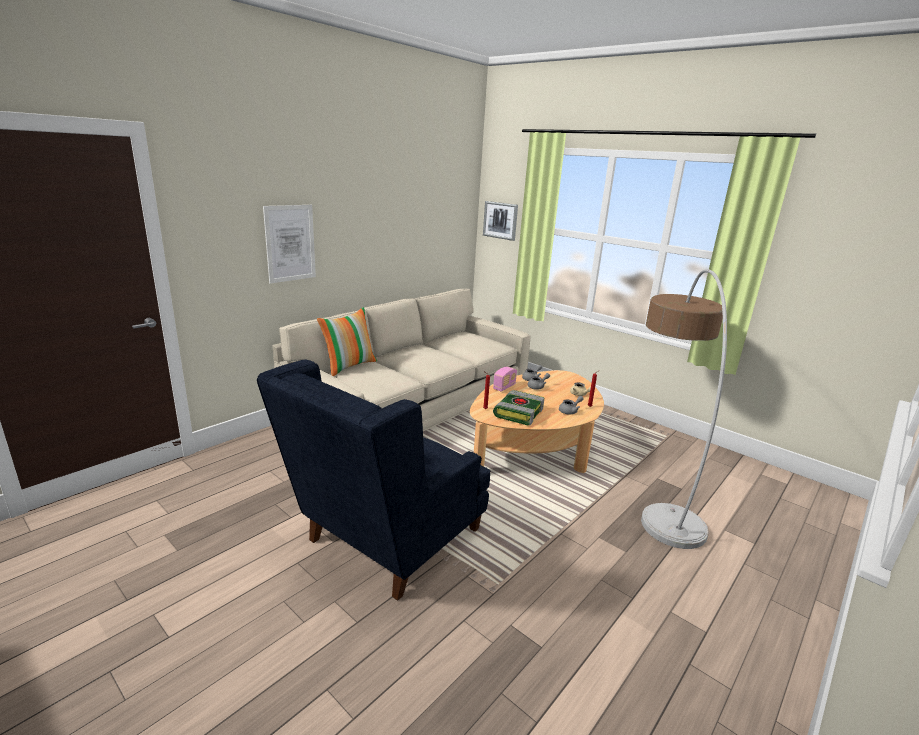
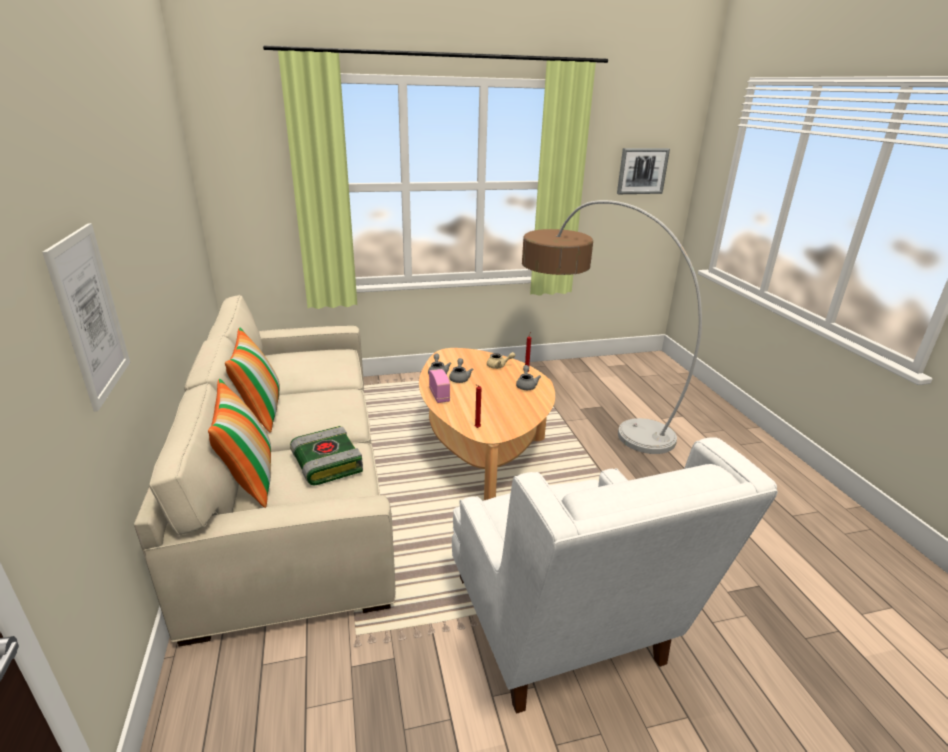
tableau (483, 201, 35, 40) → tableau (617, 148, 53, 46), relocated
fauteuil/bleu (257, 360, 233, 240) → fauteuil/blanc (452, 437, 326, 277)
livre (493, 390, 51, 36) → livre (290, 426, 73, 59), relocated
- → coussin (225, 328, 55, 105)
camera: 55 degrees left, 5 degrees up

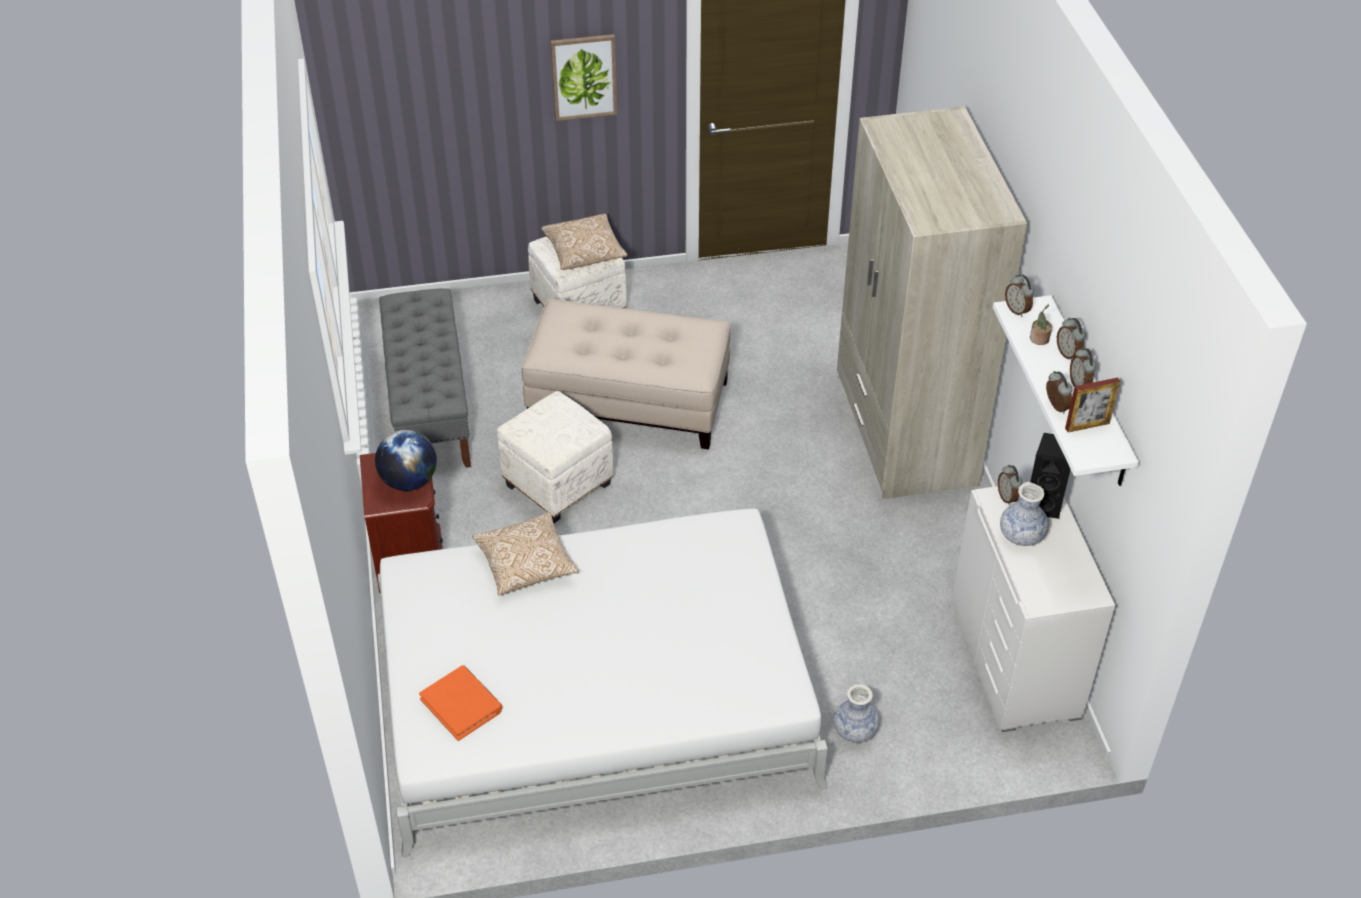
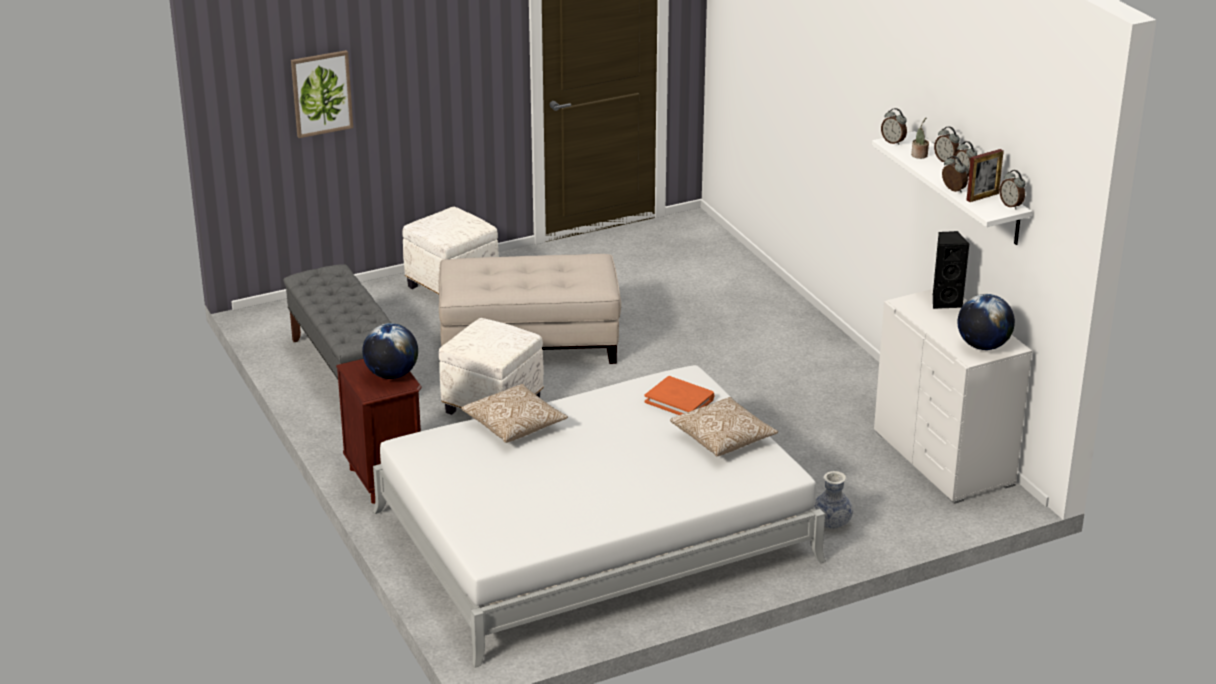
tableau (551, 34, 66, 87) → tableau (291, 50, 62, 88), relocated
armoire/beige (837, 106, 191, 393) → -
coussin (541, 214, 87, 56) → coussin (670, 397, 108, 59), relocated
réveil (998, 465, 24, 41) → réveil (999, 170, 27, 40), relocated
vase (1000, 482, 49, 64) → -
livre/orange (419, 665, 84, 76) → livre/orange (644, 376, 70, 39), relocated
- → globe (958, 294, 57, 56)
camera: 15 degrees left, 15 degrees down

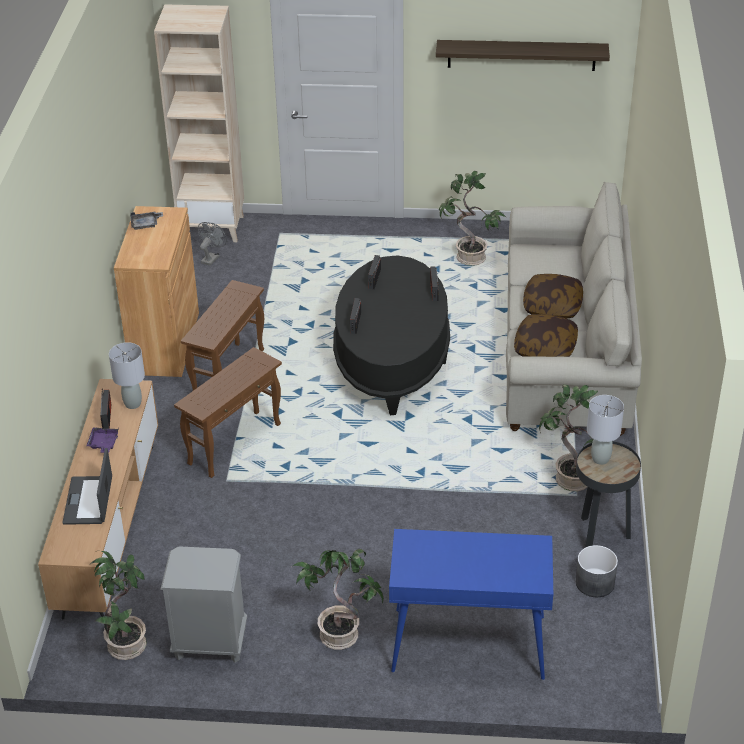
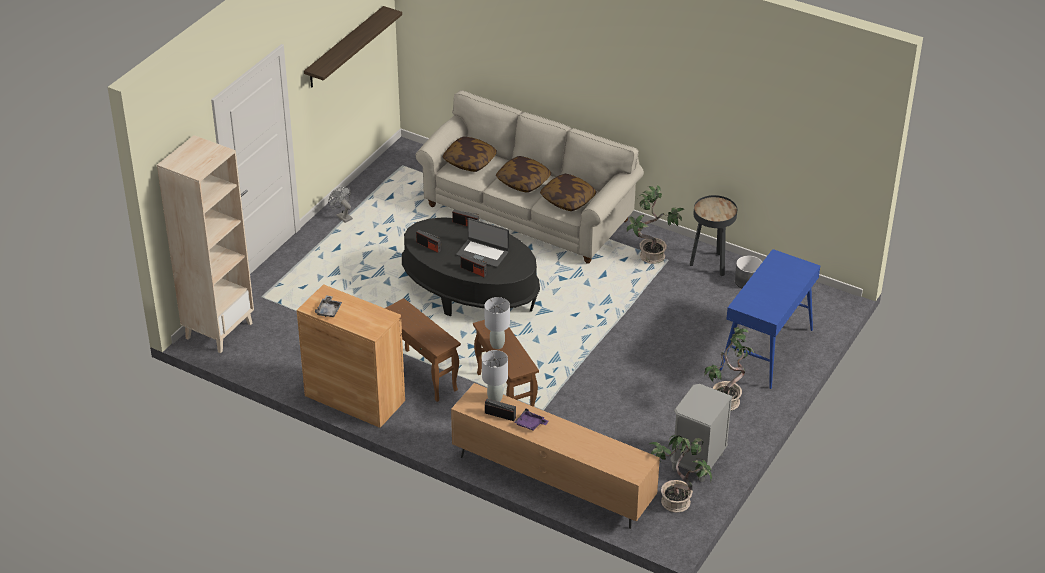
plante en pot (439, 171, 67, 95) → -
ventilateur/gris (197, 222, 30, 44) → ventilateur/gris (328, 186, 25, 37), relocated
lampe de table/gris (587, 395, 37, 70) → lampe de table/gris (484, 297, 26, 52), relocated
ordinateur portable (62, 448, 50, 77) → ordinateur portable (456, 218, 53, 50), relocated
- → coussin (443, 136, 54, 36)
camera: 65 degrees left, 0 degrees up

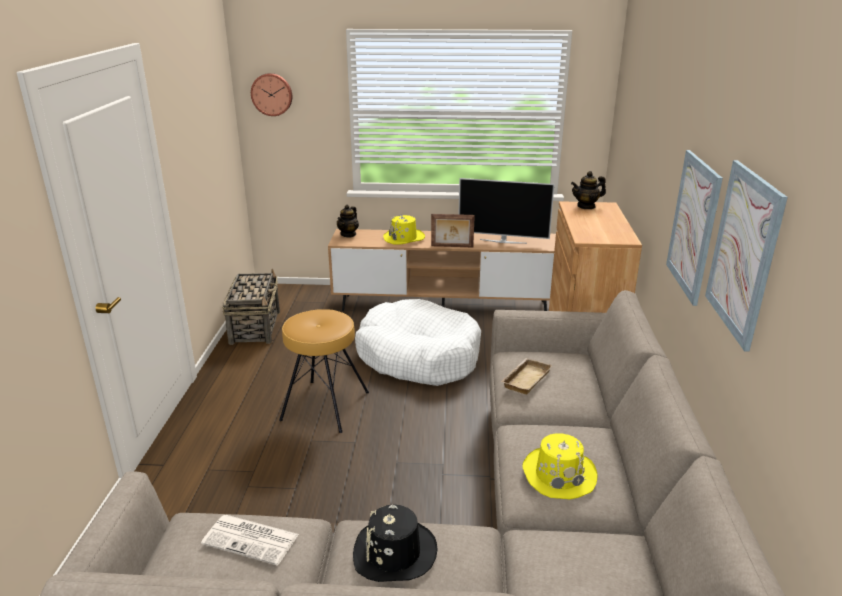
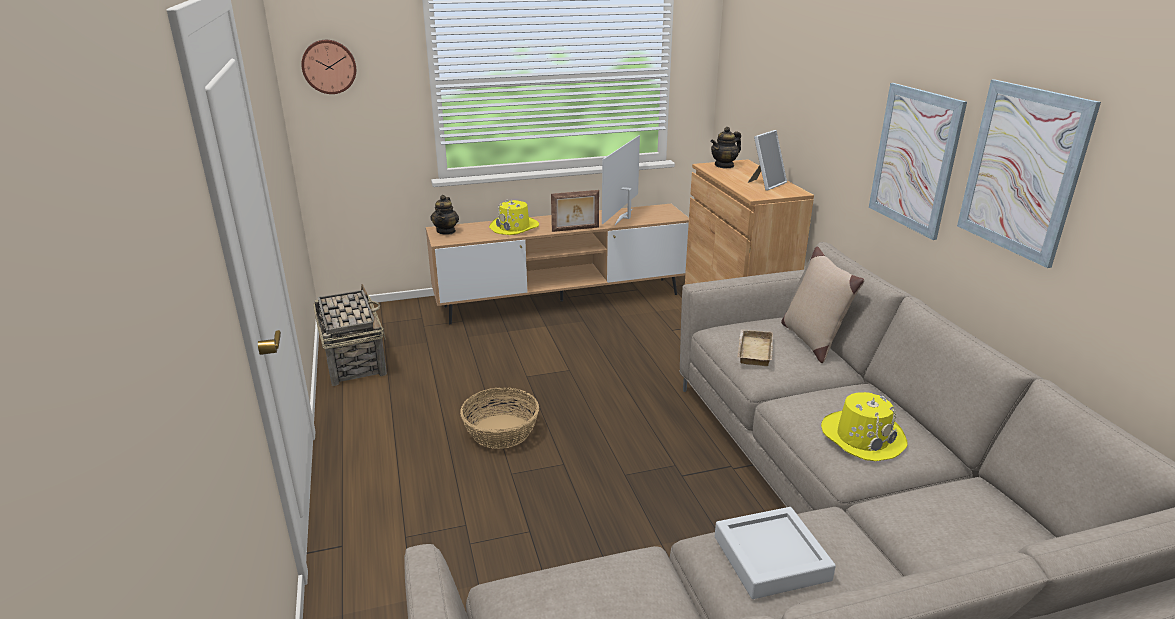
téléviseur (459, 178, 96, 66) → téléviseur (602, 135, 38, 90), 120 degrees clockwise
panier pour chien/blanc (355, 299, 126, 87) → -
tabouret/marron (279, 309, 90, 124) → panier (460, 387, 79, 62)
chapeau/noir (353, 505, 85, 77) → plateau/gris (715, 507, 121, 92)
journal (201, 515, 98, 50) → -
- → cadre photo (748, 130, 39, 61)
- → coussin/beige (781, 246, 84, 117)
camera: 20 degrees left, 0 degrees up

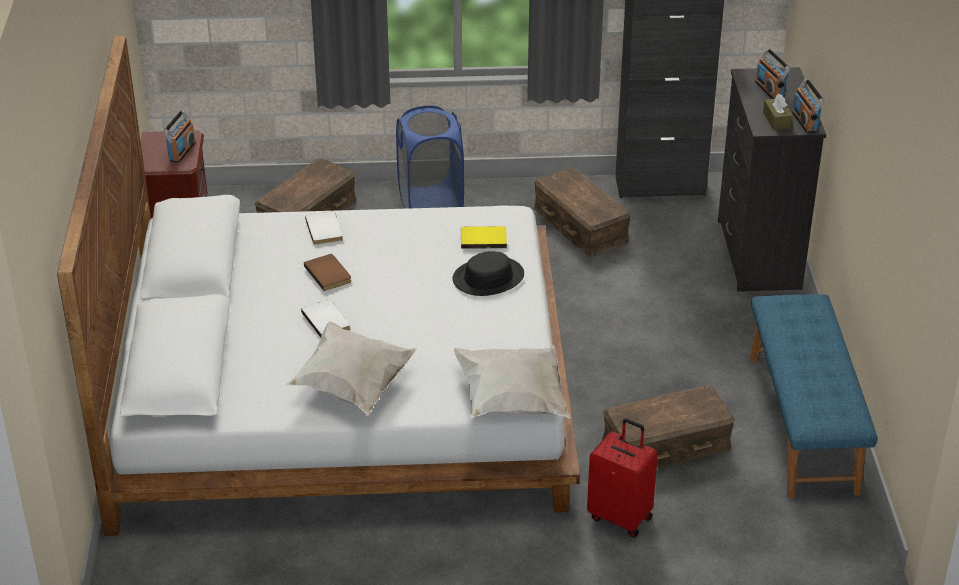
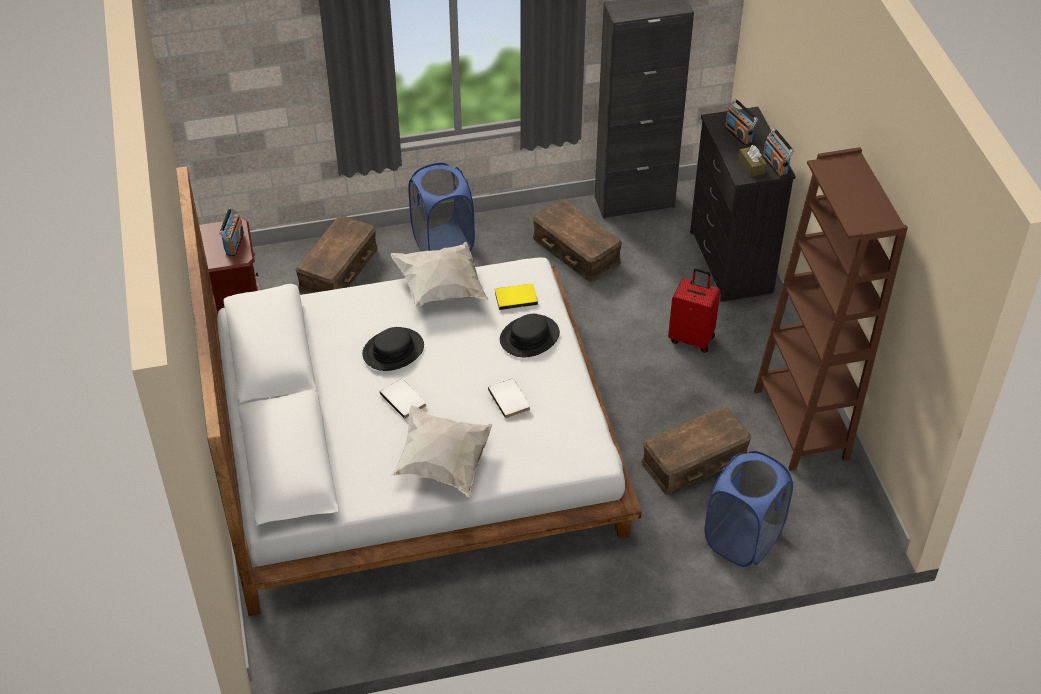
livre/blanc (305, 212, 38, 33) → livre/blanc (488, 379, 42, 40), relocated
livre/marron (304, 254, 47, 37) → chapeau/noir (362, 327, 62, 44)
banc/bleu (750, 294, 128, 204) → bibliothèque/marron (754, 147, 154, 324)
coussin/blanc (454, 346, 117, 72) → coussin/blanc (391, 242, 98, 67), relocated
valise/rouge (587, 418, 71, 120) → valise/rouge (668, 268, 52, 85), relocated
- → panier à linge/bleu (704, 451, 89, 116)
camera: 10 degrees left, 10 degrees up

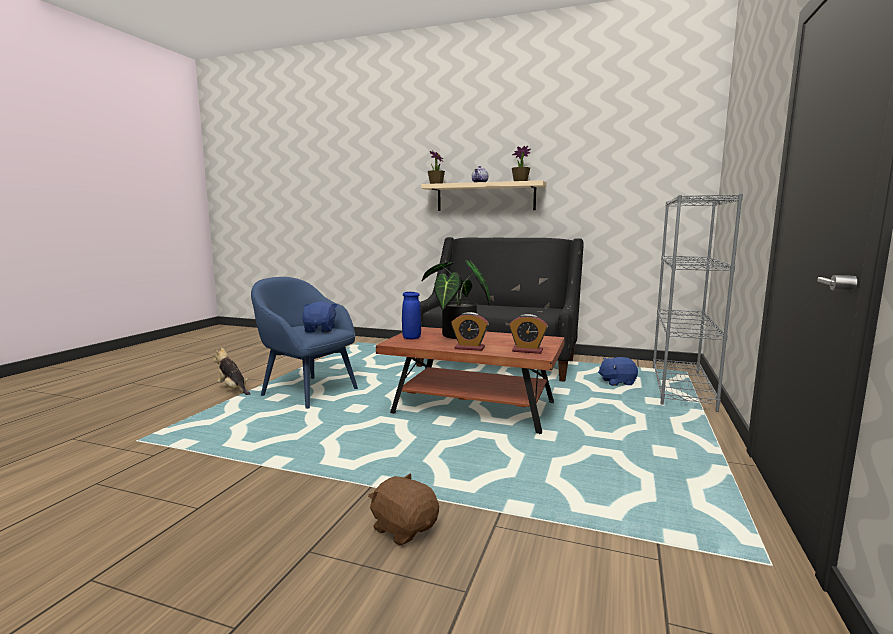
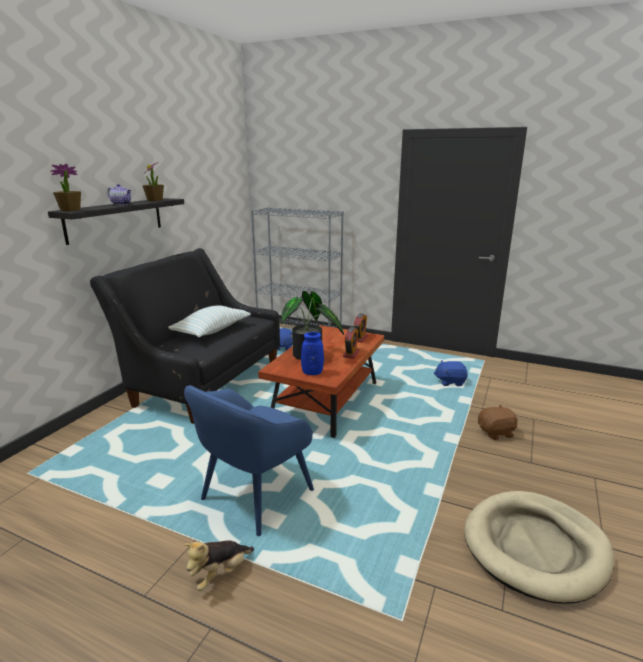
étagère/beige (421, 180, 126, 31) → étagère/noir (48, 198, 136, 47)
peluche/bleu (302, 301, 36, 32) → peluche/bleu (434, 360, 34, 26), relocated
peluche/marron (368, 473, 71, 73) → peluche/marron (478, 405, 40, 35), 150 degrees counterclockwise
- → coussin (168, 305, 83, 32)
- → panier pour chien/beige (464, 491, 150, 113)
camera: 85 degrees left, 10 degrees up

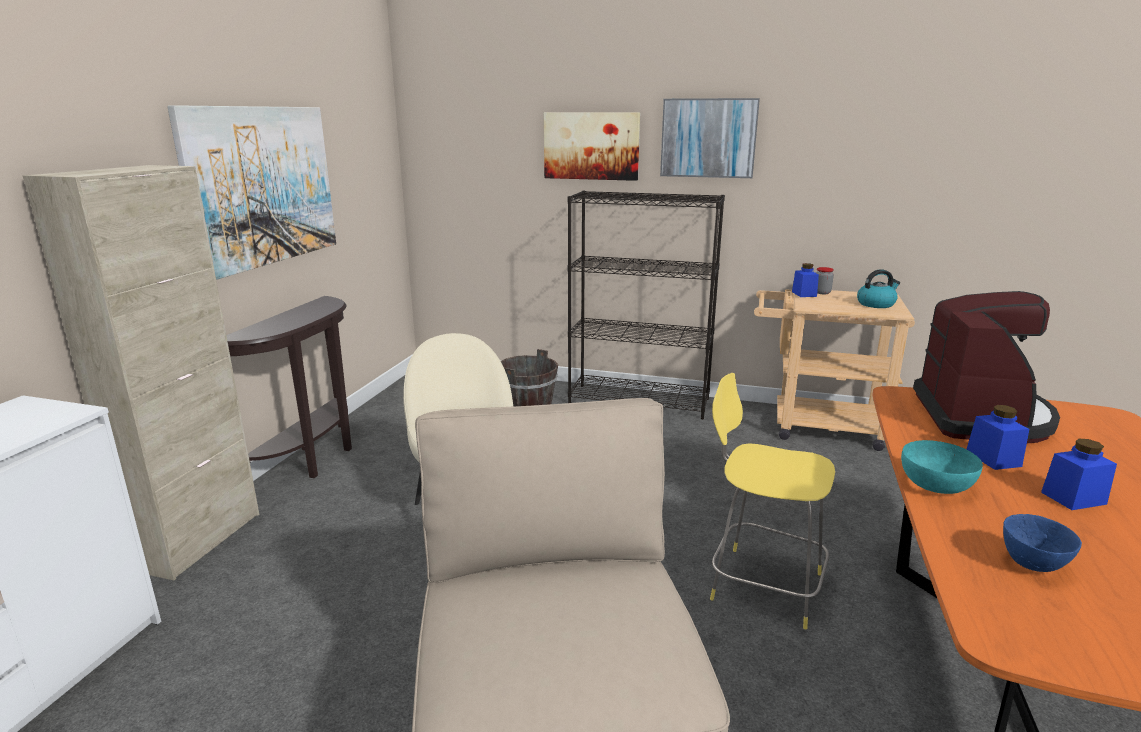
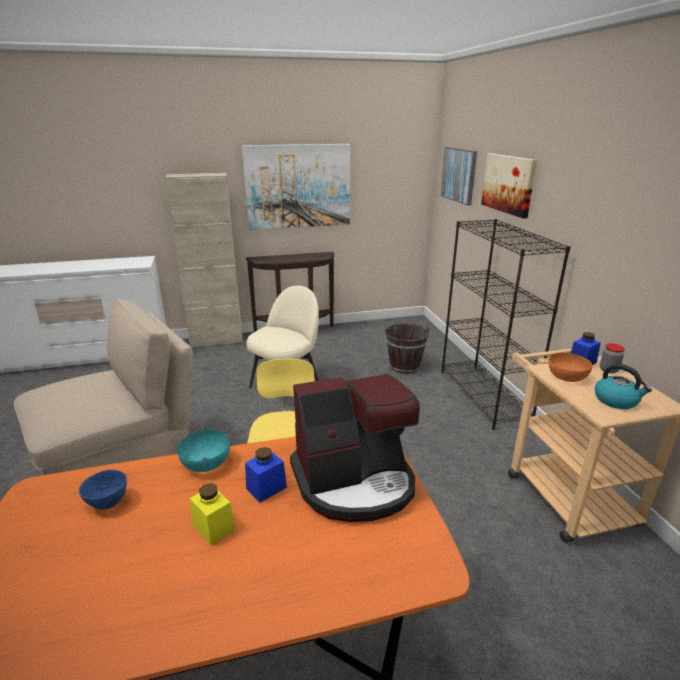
tableau (660, 98, 100, 80) → tableau (441, 147, 36, 59), relocated
bocal/bleu (1041, 439, 76, 71) → bocal/jaune (190, 483, 46, 63)
- → bol/orange (549, 353, 43, 29)
camera: 60 degrees right, 5 degrees up

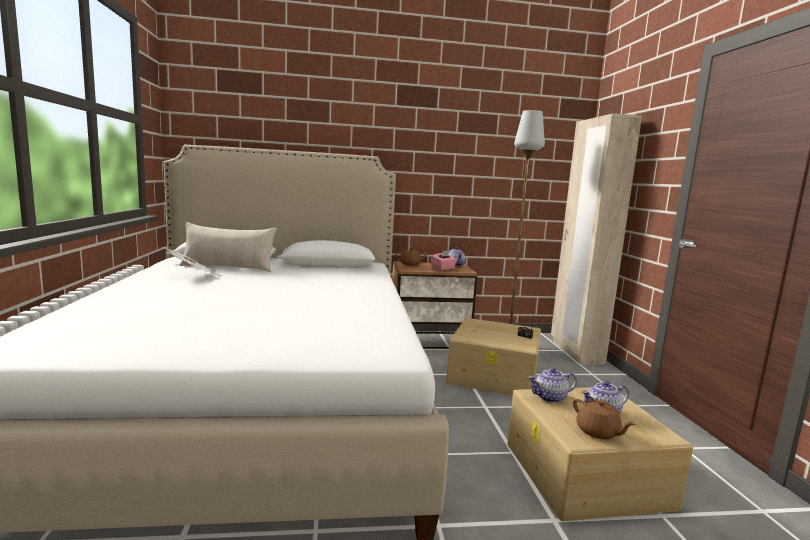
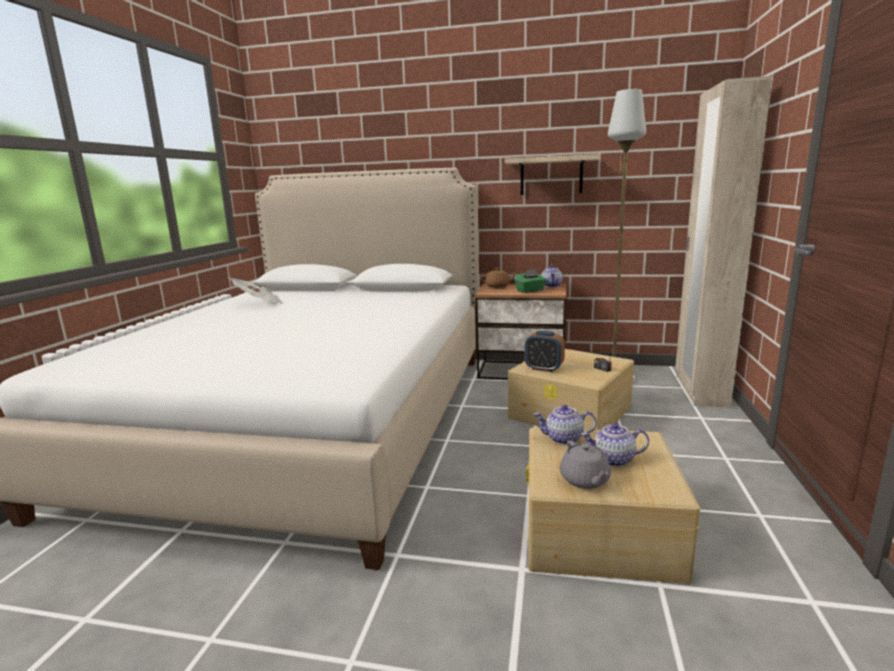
coussin/beige (180, 222, 97, 50) → -
boîte à mouchoirs/rose (430, 250, 27, 21) → boîte à mouchoirs/vert (514, 269, 32, 24)
théière/marron (573, 399, 62, 41) → théière/gris (560, 441, 51, 48)
- → étagère (505, 154, 95, 41)
- → réveil (524, 331, 41, 41)
camera: 20 degrees right, 5 degrees up

